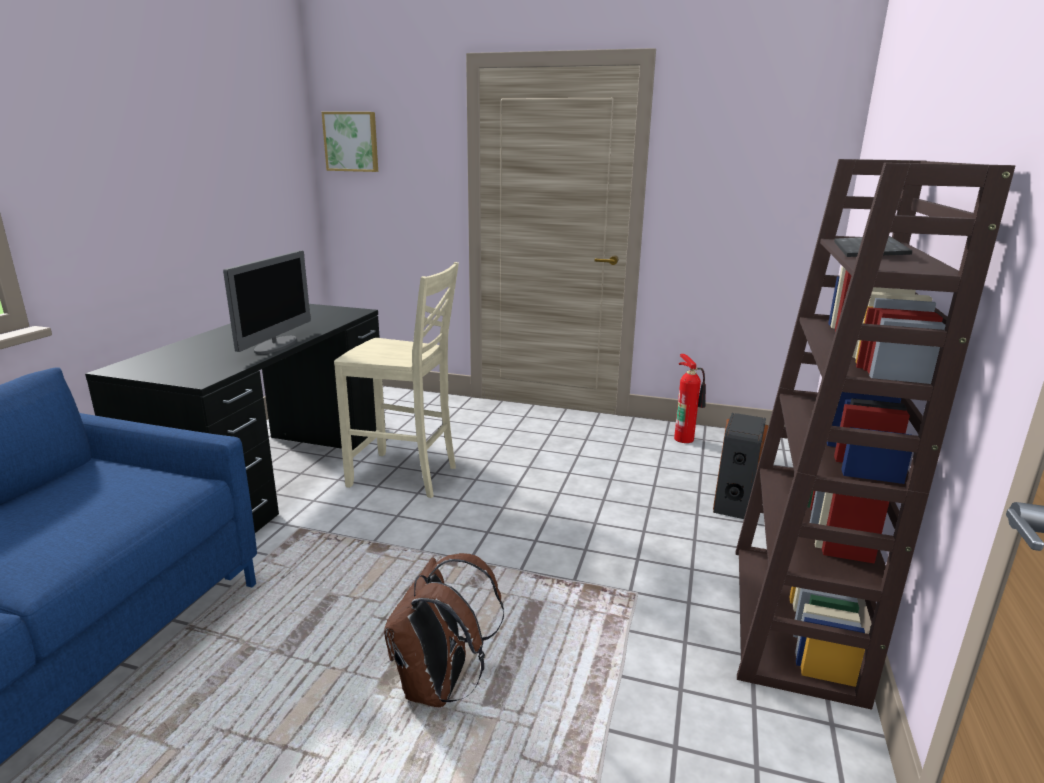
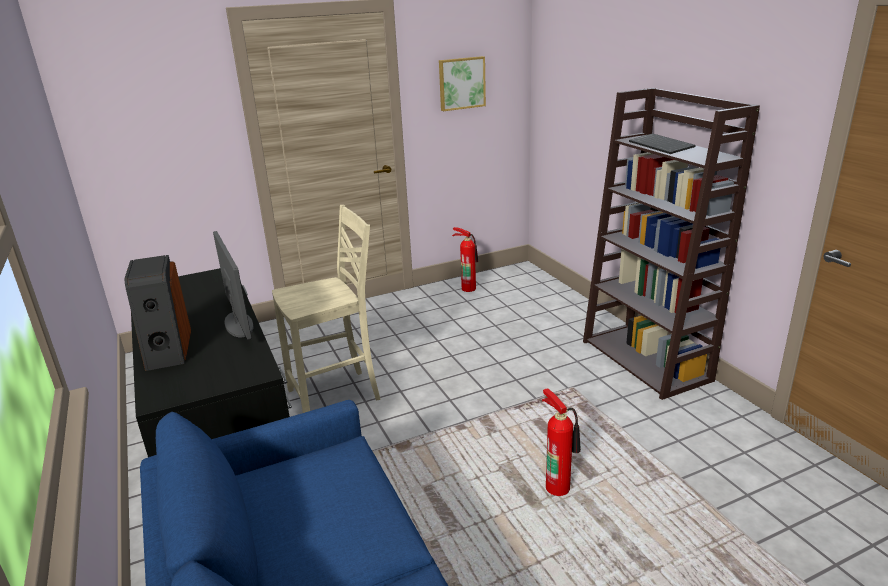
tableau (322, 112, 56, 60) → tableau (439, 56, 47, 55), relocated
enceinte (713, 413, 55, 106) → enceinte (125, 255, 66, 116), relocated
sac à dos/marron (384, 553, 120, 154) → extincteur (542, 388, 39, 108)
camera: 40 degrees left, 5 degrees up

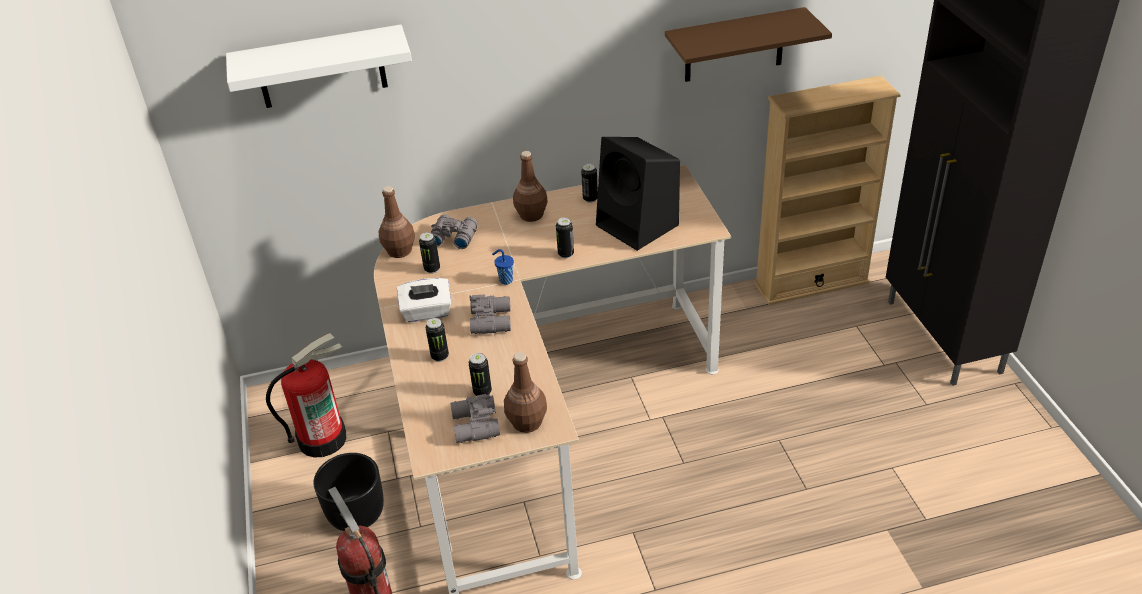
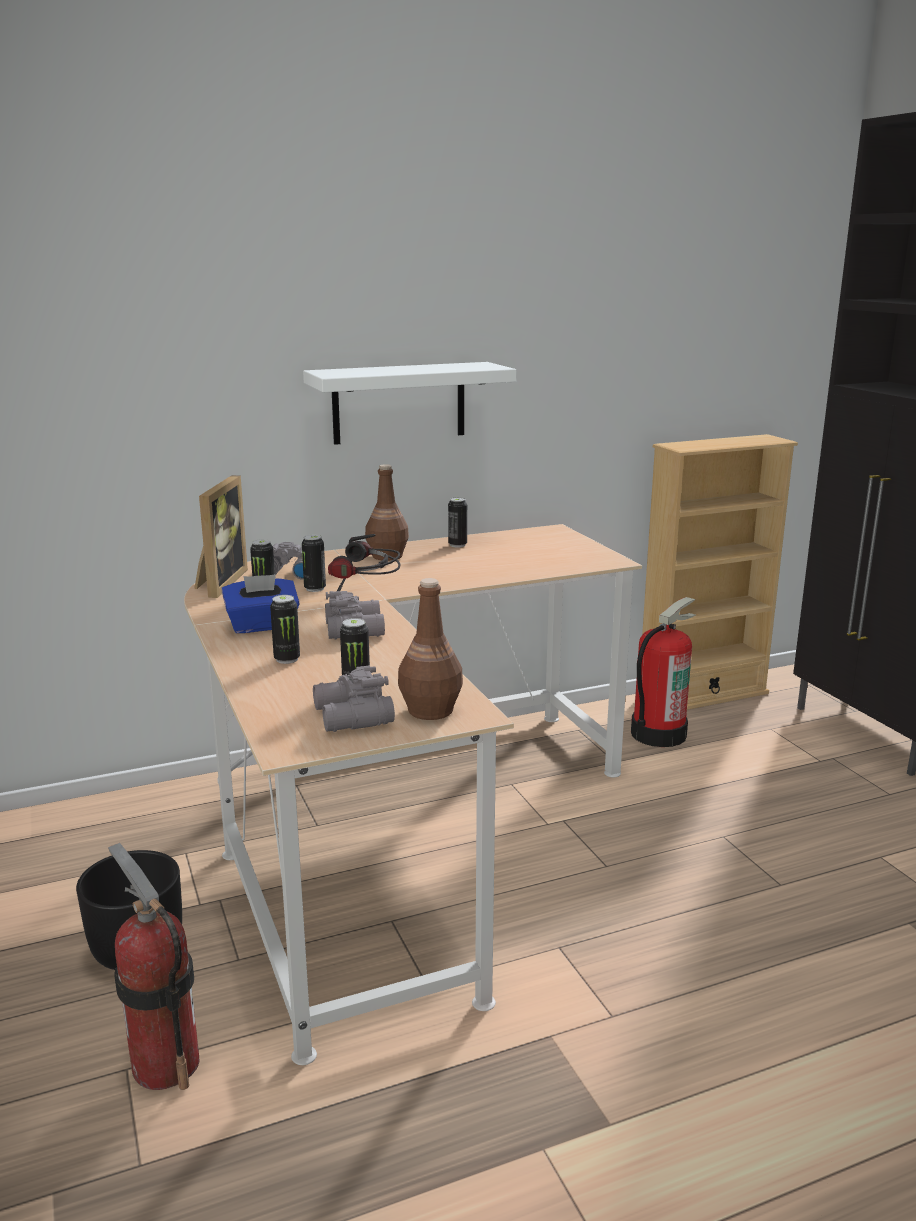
étagère/marron (665, 7, 167, 75) → -
étagère/blanc (226, 25, 186, 83) → étagère/blanc (303, 362, 214, 83), relocated
enceinte/noir (596, 137, 84, 114) → -
bouteille/marron (378, 186, 37, 72) → cadre photo (194, 475, 54, 123)
boîte métallique (556, 217, 18, 41) → boîte métallique (302, 535, 24, 57), relocated
tasse/bleu (492, 249, 22, 36) → casque audio (328, 534, 72, 57)
boîte à mouchoirs/blanc (397, 278, 54, 44) → boîte à mouchoirs/bleu (222, 574, 78, 59)
extincteur (266, 333, 81, 124) → extincteur (631, 597, 65, 150), relocated
camera: 10 degrees left, 20 degrees down

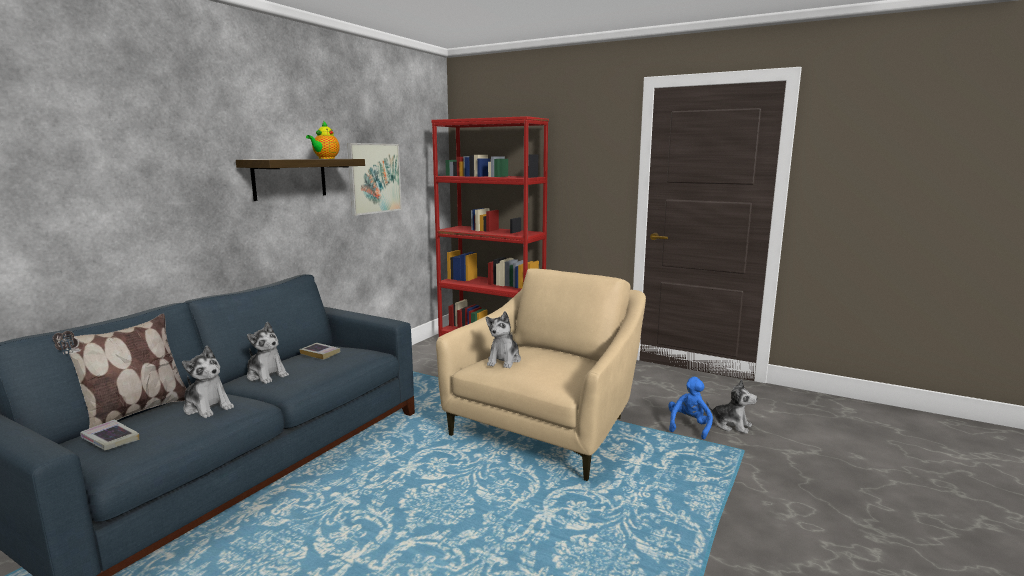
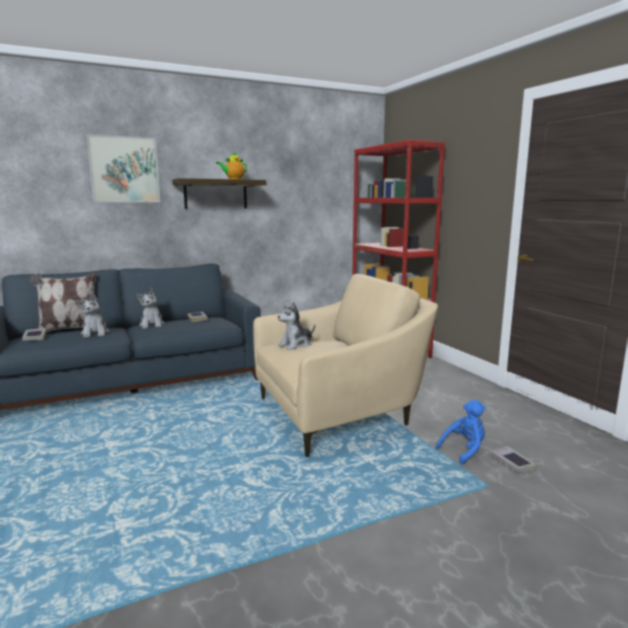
tableau (347, 143, 55, 73) → tableau (86, 134, 74, 68), relocated
peluche (706, 379, 51, 55) → livre (491, 446, 45, 27)
camera: 35 degrees right, 0 degrees up

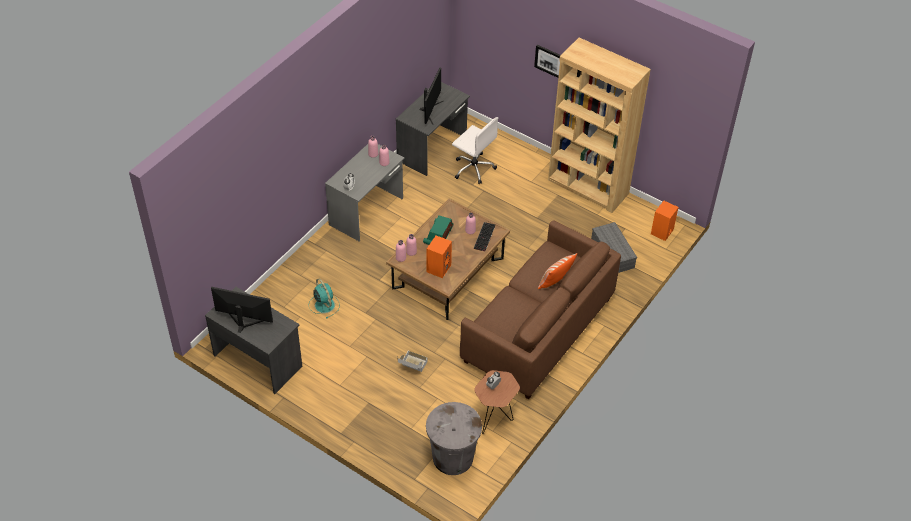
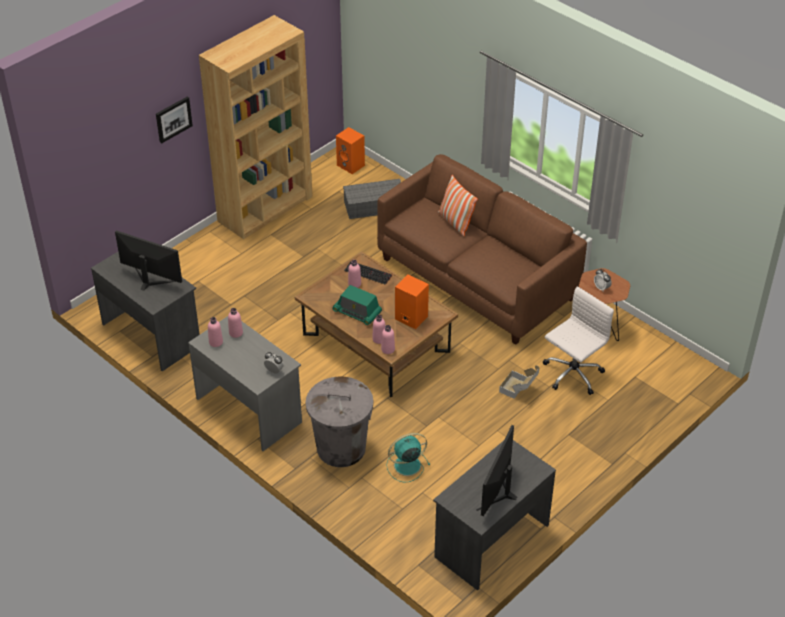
chaise de bureau/blanc (452, 117, 47, 67) → chaise de bureau/blanc (543, 286, 71, 109), relocated
poubelle/gris (426, 402, 56, 73) → poubelle/gris (306, 376, 67, 91), relocated
camera: 80 degrees left, 5 degrees down

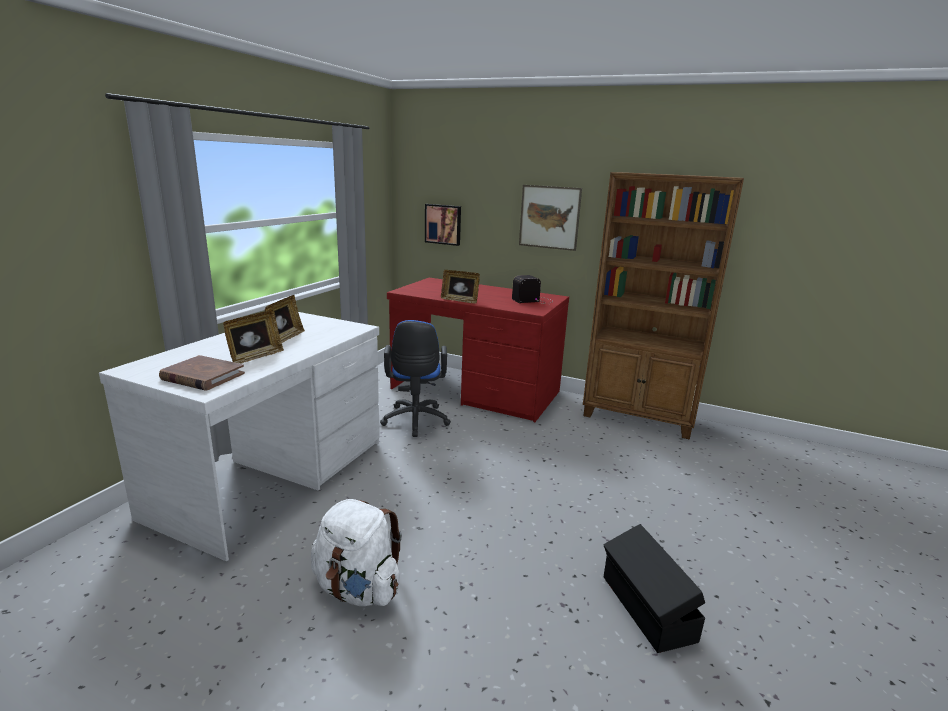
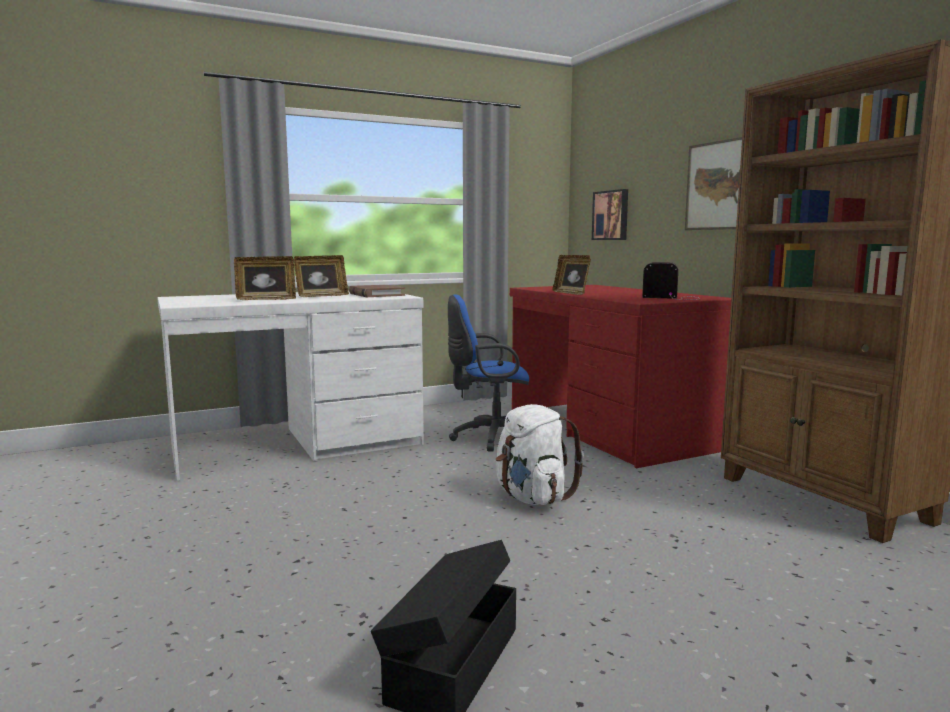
chaise de bureau/bleu (380, 320, 71, 117) → chaise de bureau/bleu (448, 294, 81, 158), 45 degrees clockwise
livre/marron (159, 355, 86, 36) → livre/marron (349, 285, 56, 12), relocated
sac à dos/blanc (311, 499, 91, 107) → sac à dos/blanc (496, 404, 88, 101), relocated
camera: 40 degrees right, 10 degrees down

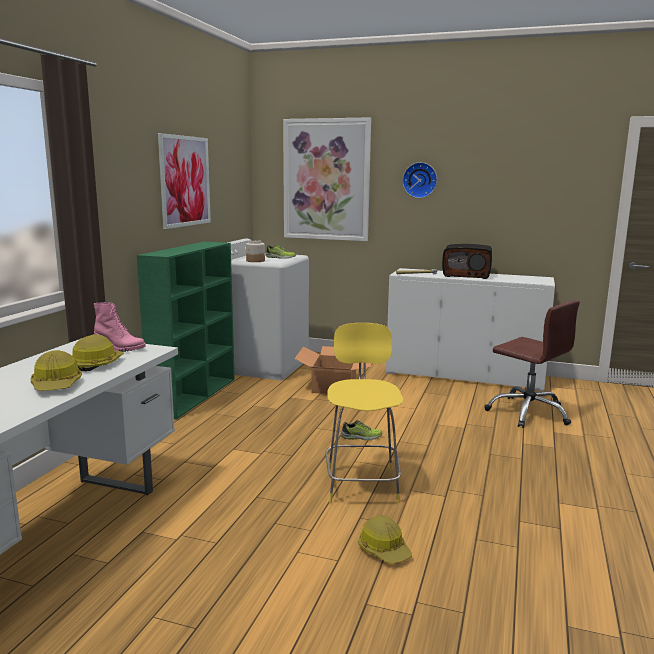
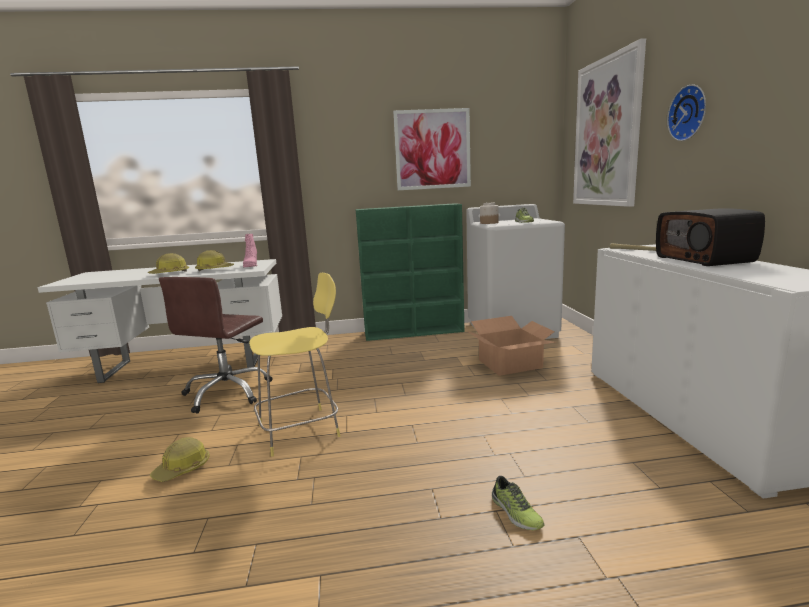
chaise de bureau/marron (484, 300, 96, 128) → chaise de bureau/marron (159, 277, 114, 137), relocated
chaussure (341, 420, 41, 20) → chaussure (492, 476, 52, 54), relocated
camera: 65 degrees right, 0 degrees up

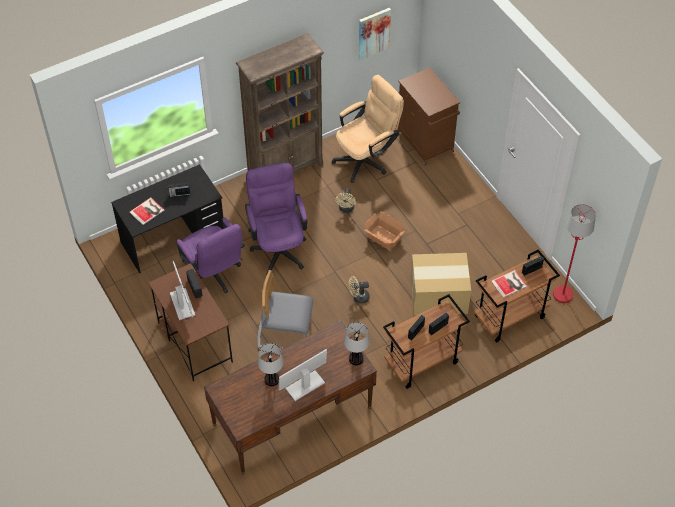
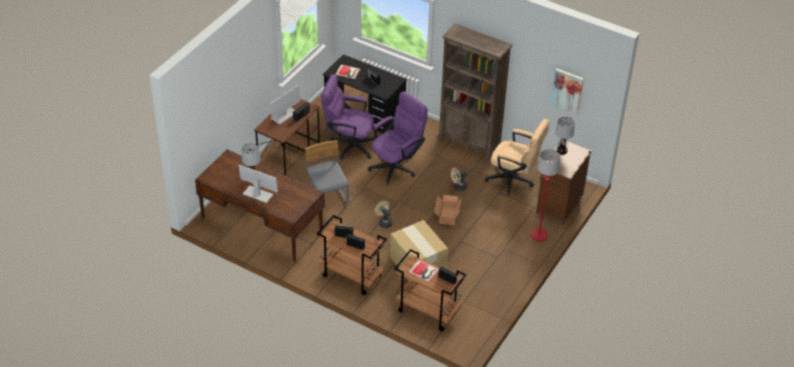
lampadaire/rouge (553, 204, 43, 99) → lampadaire/rouge (531, 149, 29, 92), relocated
chaise de bureau/violet (177, 217, 68, 76) → chaise de bureau/violet (321, 74, 54, 85), 75 degrees clockwise
lampe de table (344, 322, 25, 43) → lampe de table (555, 117, 20, 37), relocated
camera: 60 degrees right, 10 degrees down

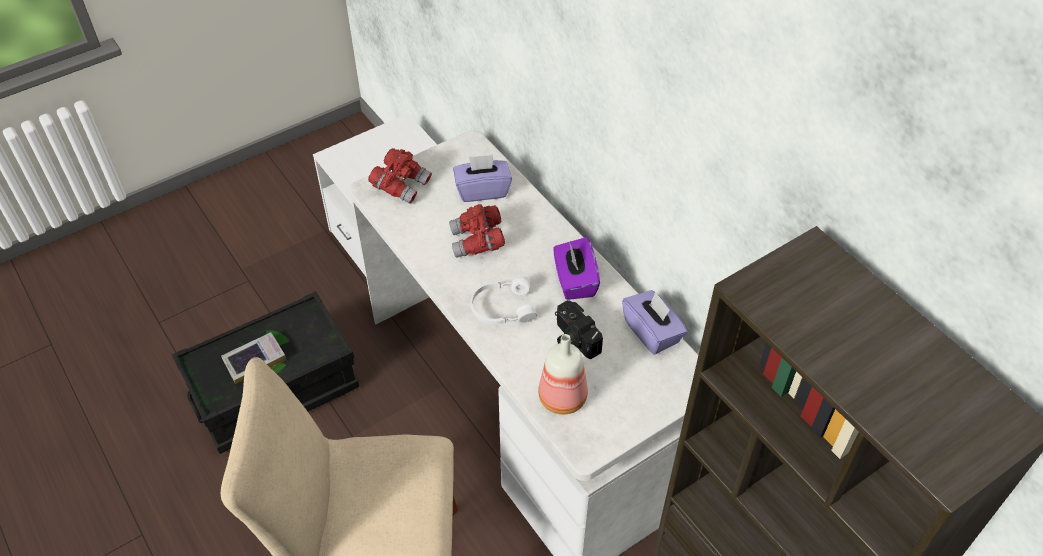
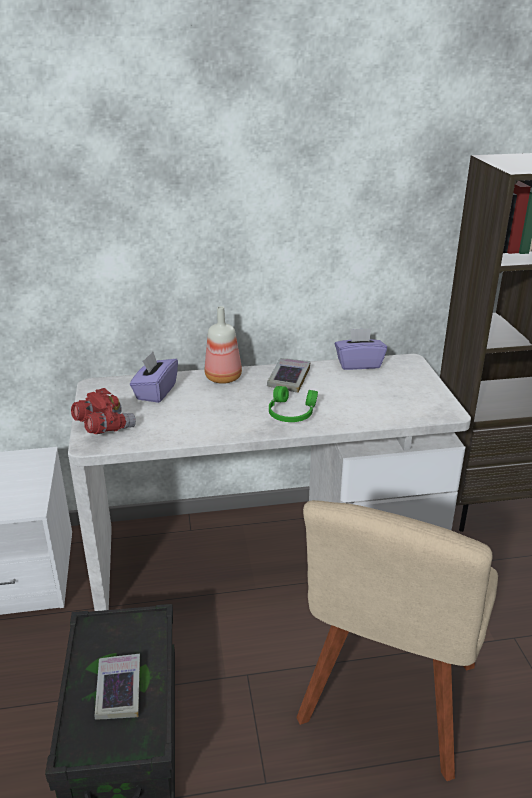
jumelles/rouge (449, 204, 56, 54) → -
boîte à mouchoirs/violet (553, 237, 47, 63) → livre (267, 358, 44, 35)
casque audio/blanc (470, 275, 67, 49) → casque audio/vert (269, 386, 49, 36)
appareil photo (555, 300, 48, 59) → -
bouteille (538, 334, 50, 80) → bouteille (205, 306, 37, 78), relocated
camera: 65 degrees left, 20 degrees down

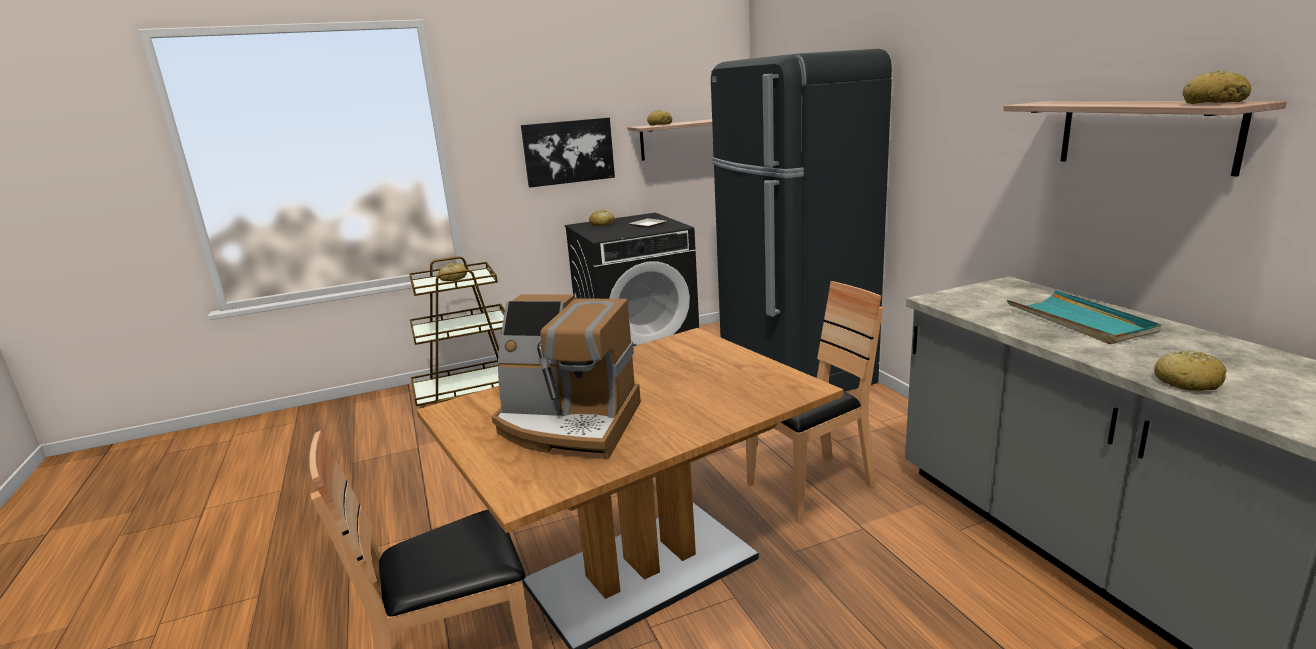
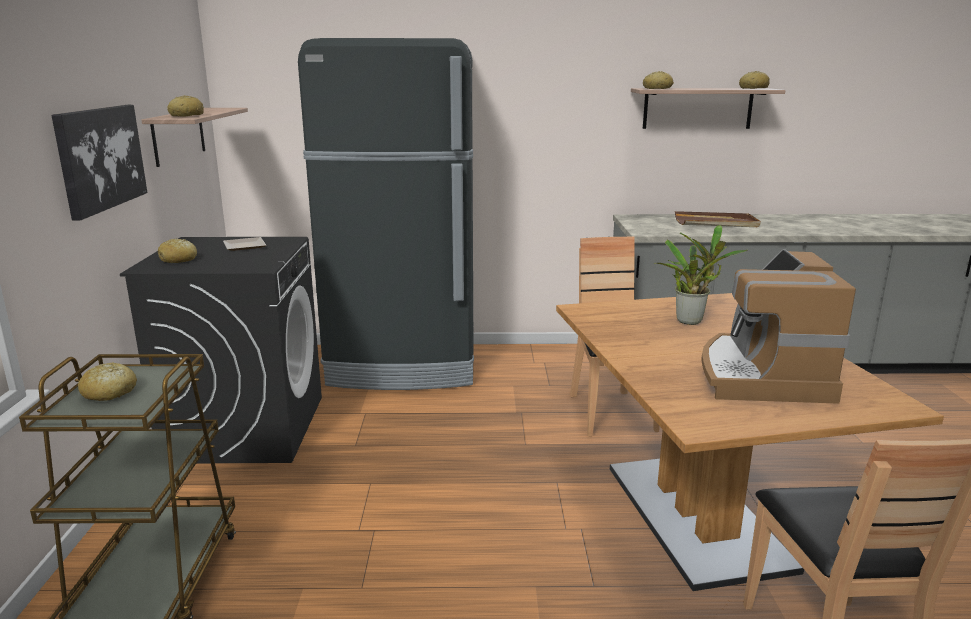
plateau/turquoise (1007, 290, 154, 54) → plateau/marron (675, 211, 86, 16)
machine à café (492, 294, 149, 165) → machine à café (701, 249, 155, 155), 150 degrees clockwise
pain (1154, 350, 73, 41) → pain (643, 71, 31, 18), relocated
- → plante en pot (653, 225, 95, 100)
camera: 70 degrees left, 0 degrees up

